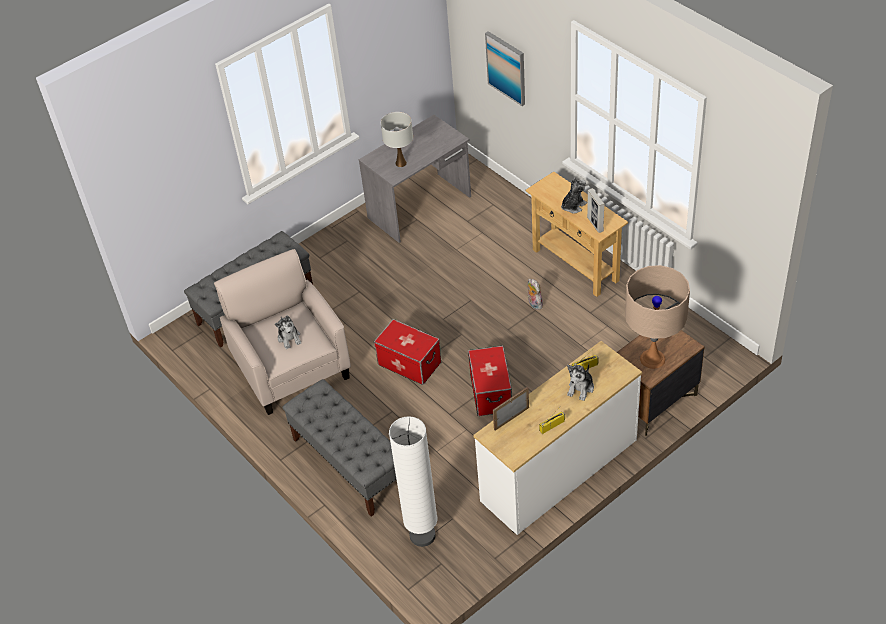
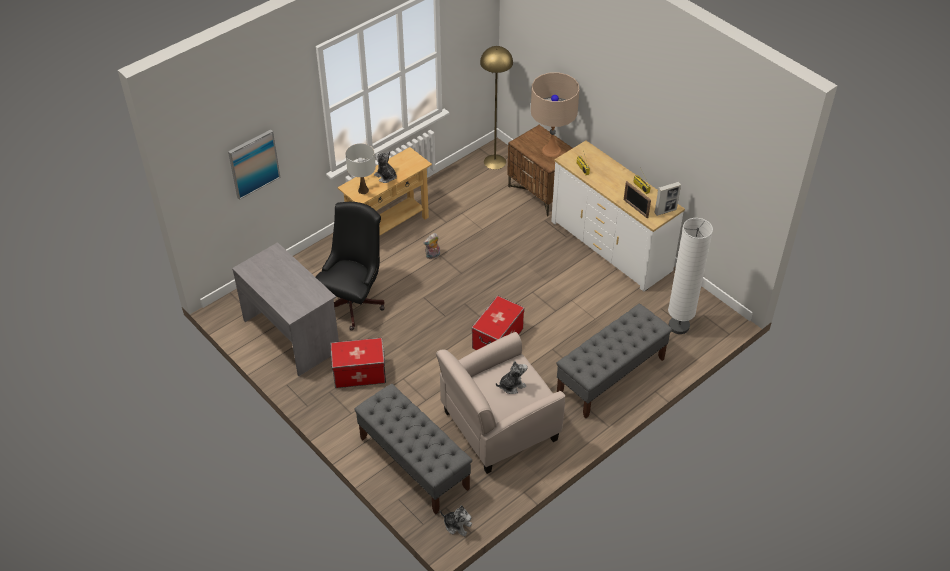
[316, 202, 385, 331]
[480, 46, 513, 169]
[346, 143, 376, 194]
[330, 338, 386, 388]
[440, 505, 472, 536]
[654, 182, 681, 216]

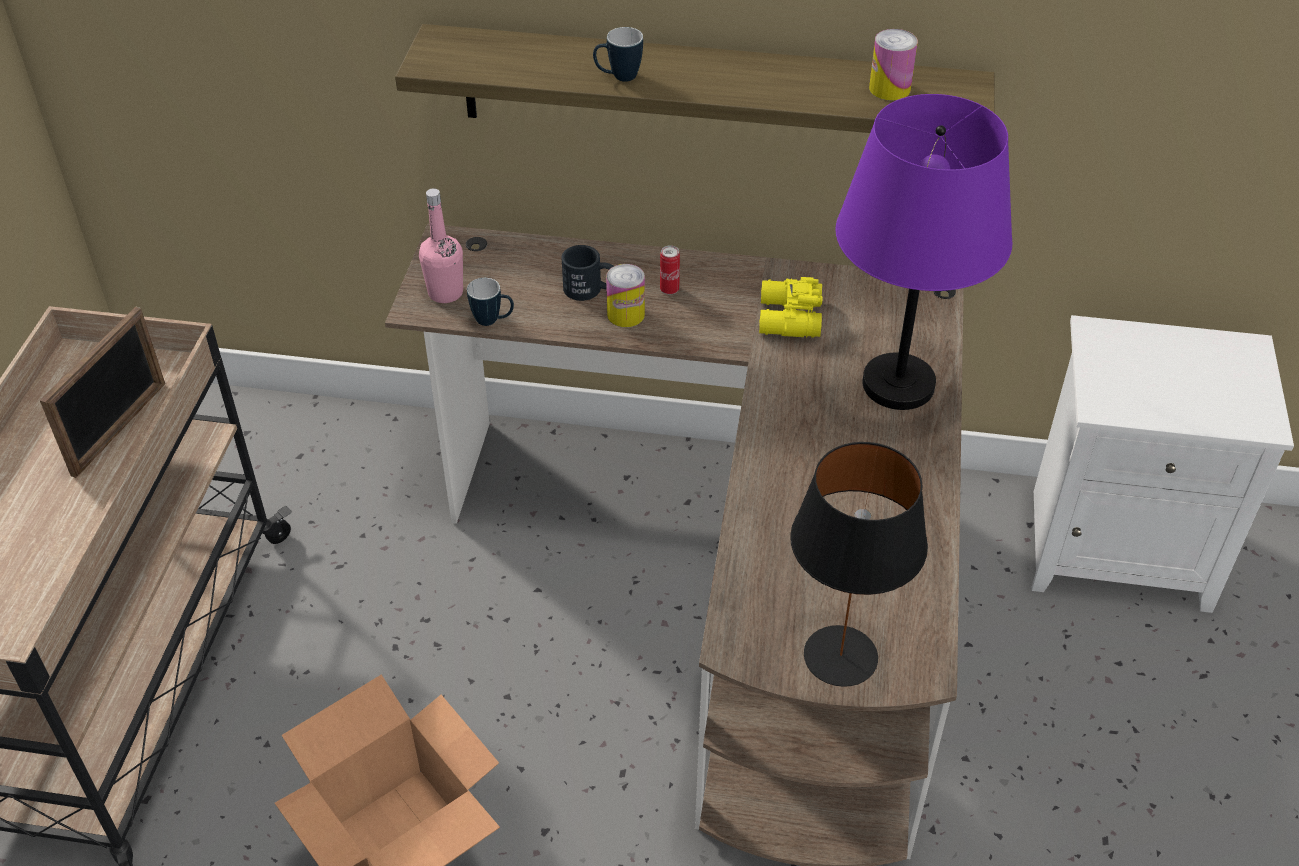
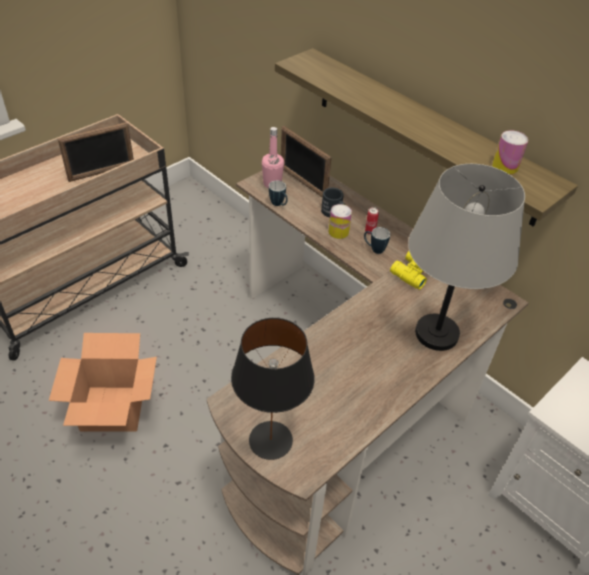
[281, 126, 331, 198]
[364, 227, 390, 254]
[408, 164, 525, 351]

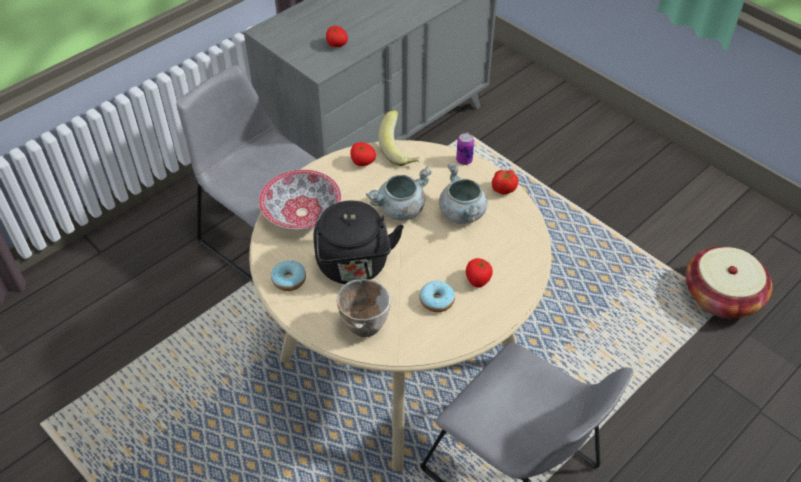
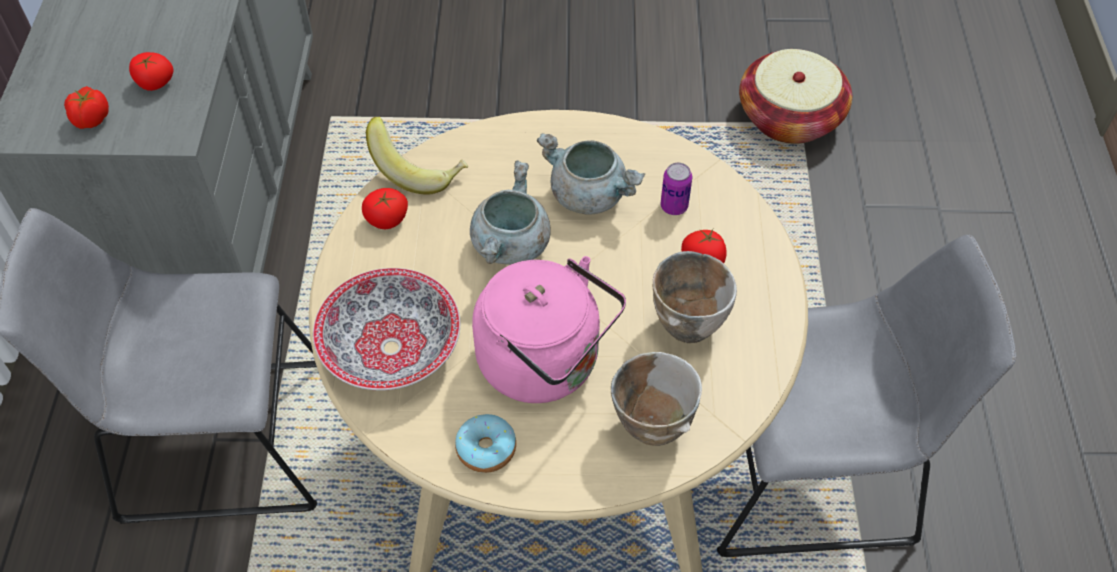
[661, 163, 692, 215]
[64, 86, 109, 129]
[653, 251, 737, 343]
[472, 256, 626, 403]

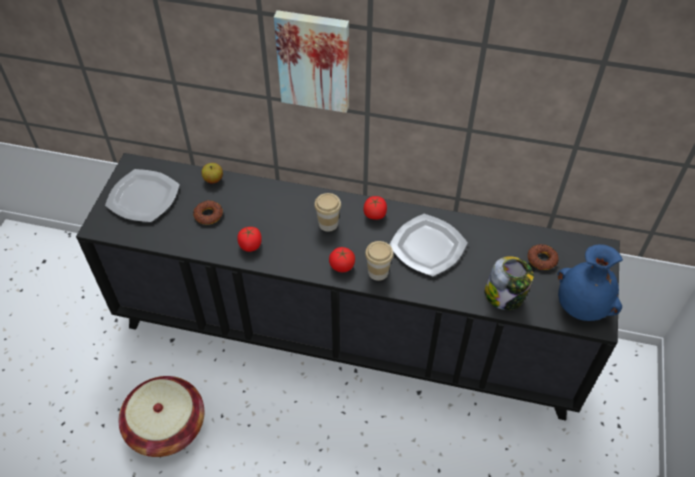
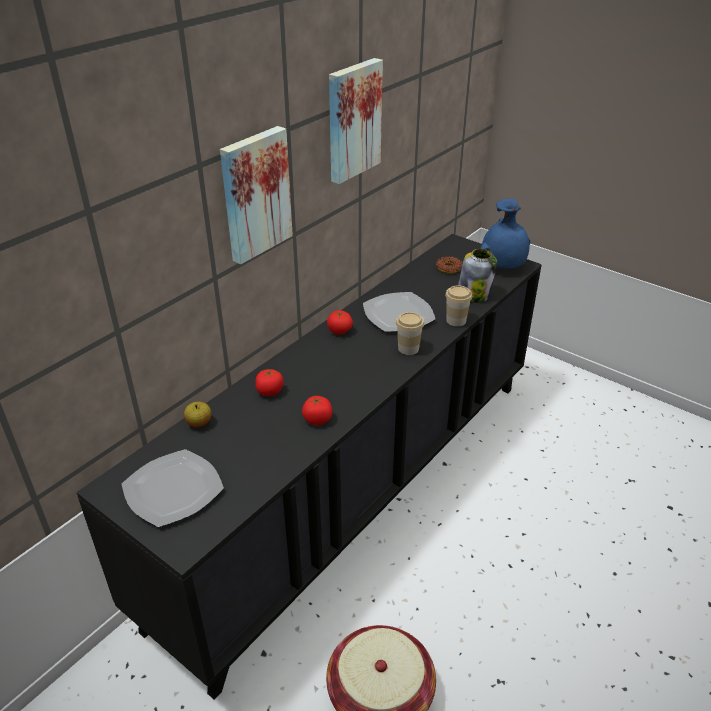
[193, 200, 223, 225] (first image)
[329, 58, 383, 184]
[445, 285, 472, 326]
[255, 369, 284, 396]

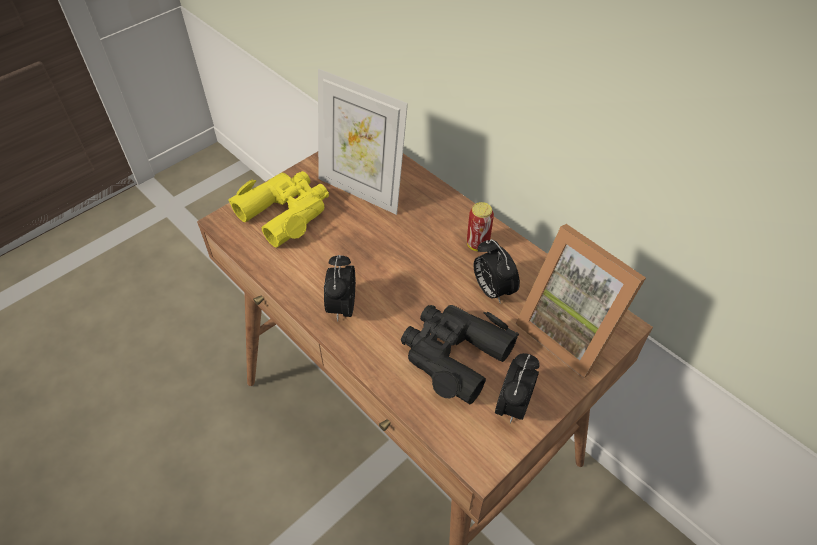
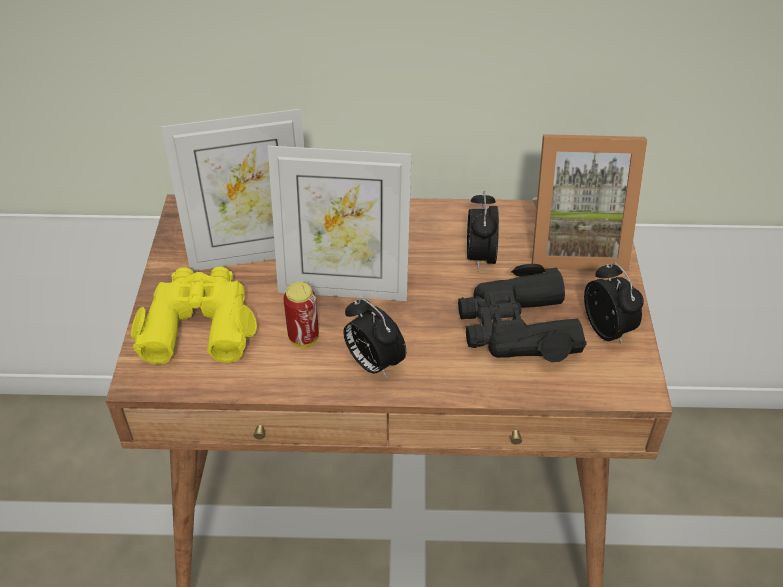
[268, 146, 411, 301]
[283, 282, 319, 347]
[467, 191, 499, 271]

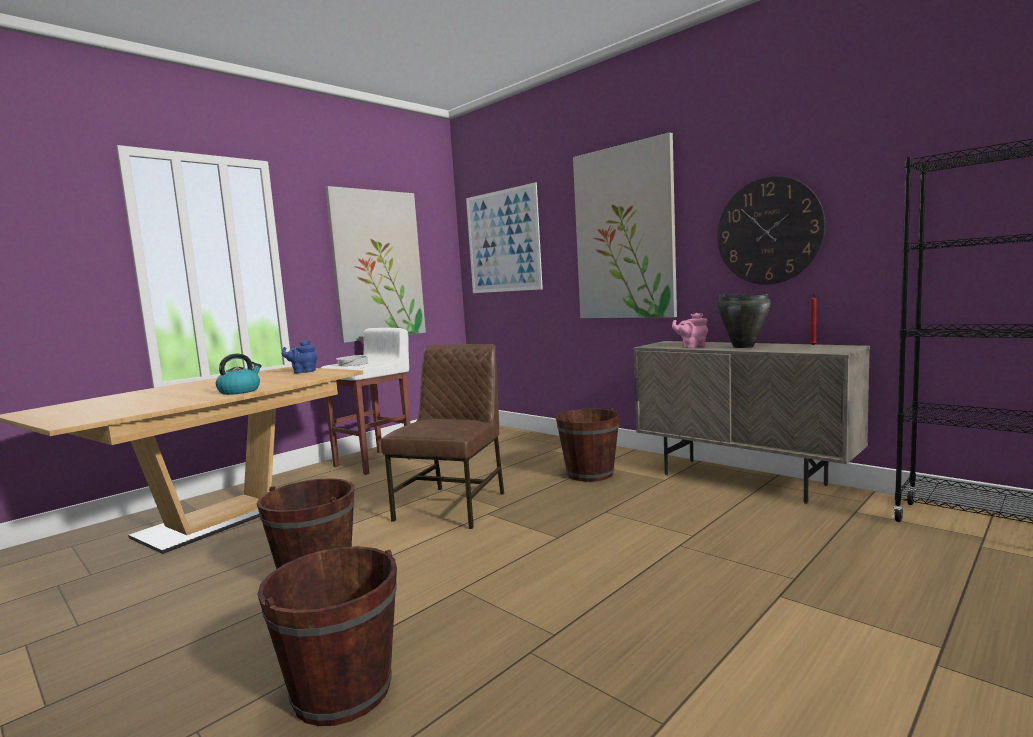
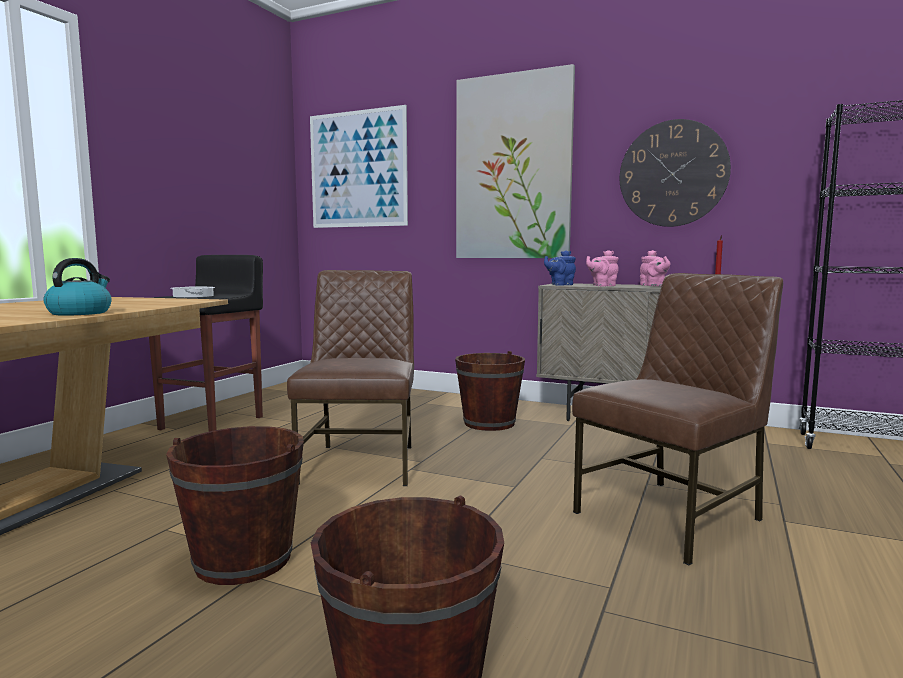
[325, 186, 426, 343] (first image)
[572, 273, 783, 566]
[544, 250, 576, 286]
[640, 250, 670, 286]
[149, 255, 263, 431]

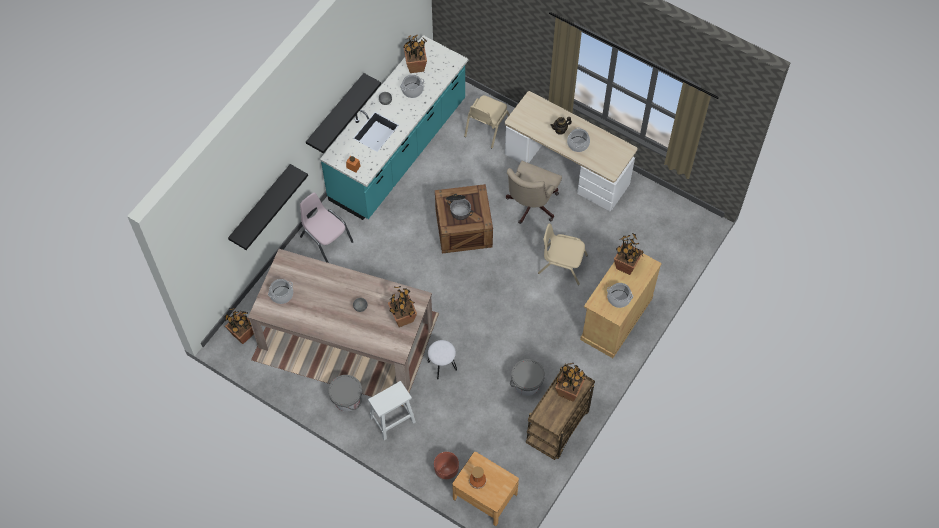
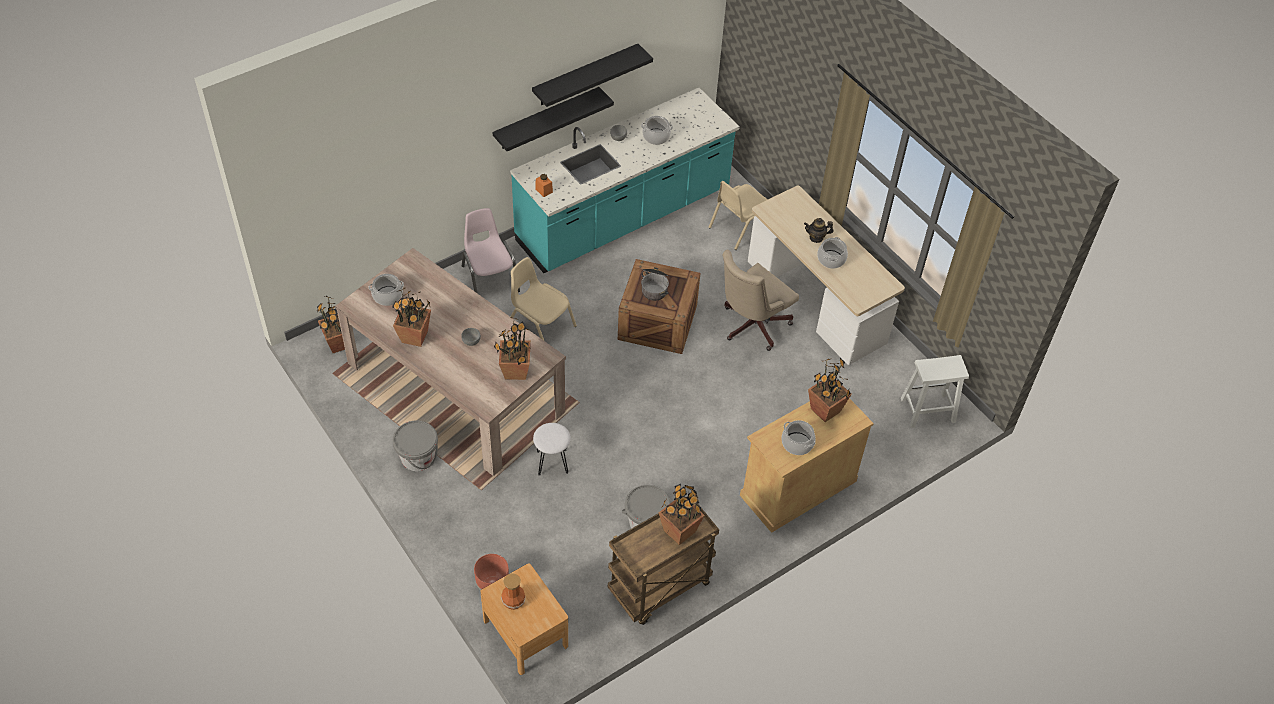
[532, 44, 653, 107]
[901, 355, 969, 428]
[392, 288, 431, 347]
[510, 257, 577, 340]

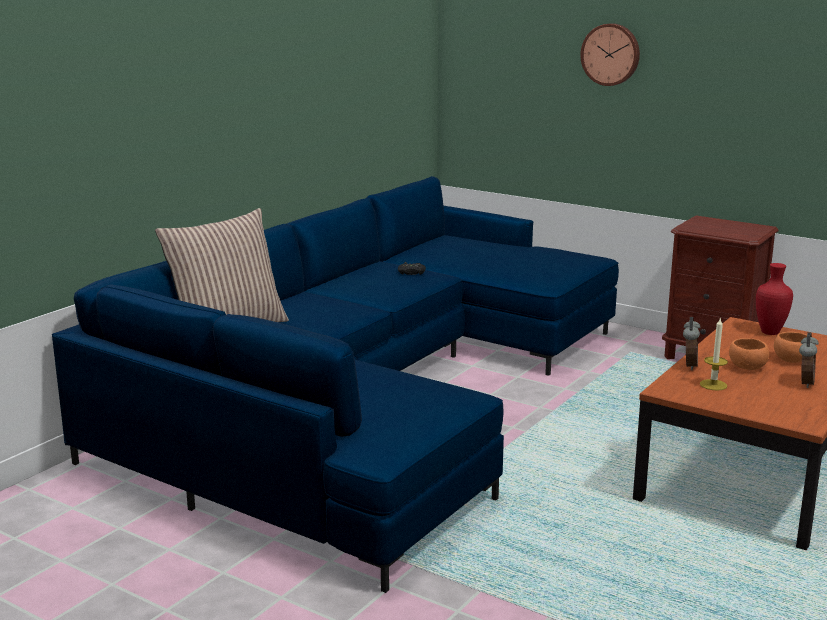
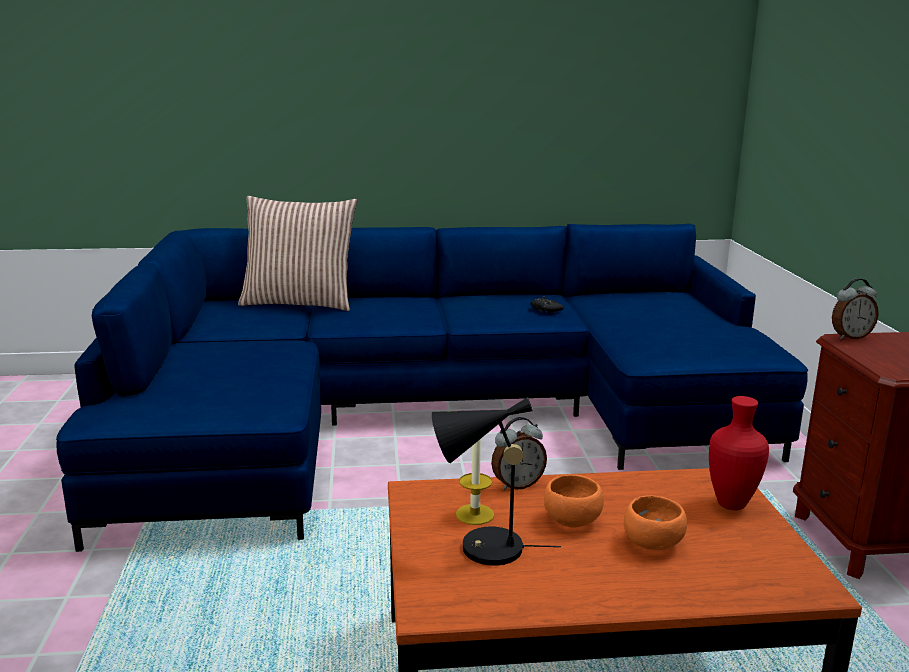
[580, 23, 640, 86] (first image)
[432, 397, 561, 566]
[832, 278, 879, 340]

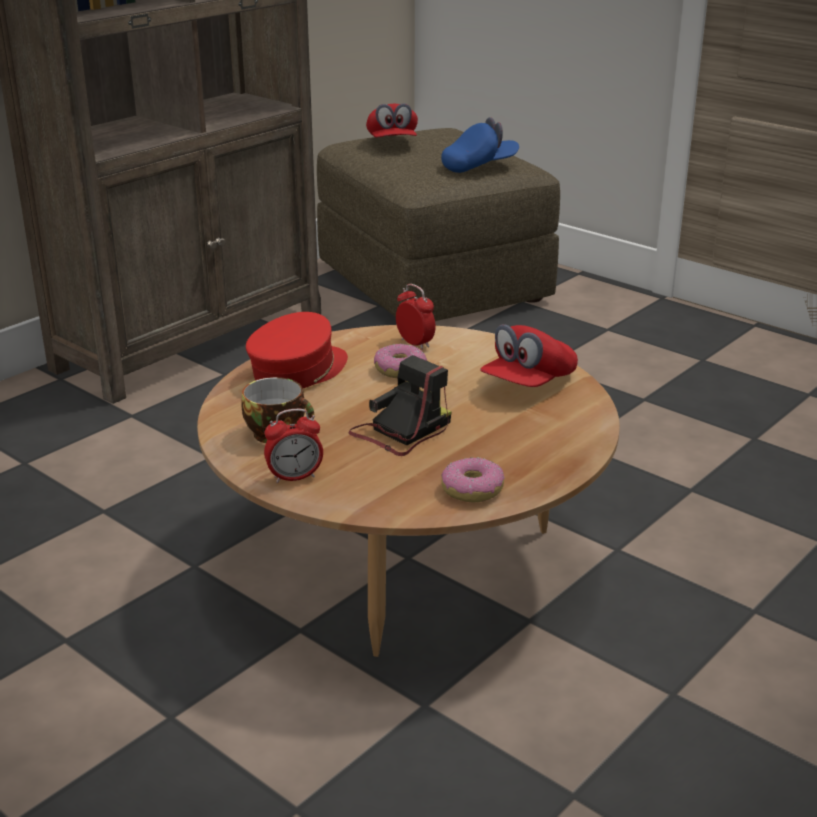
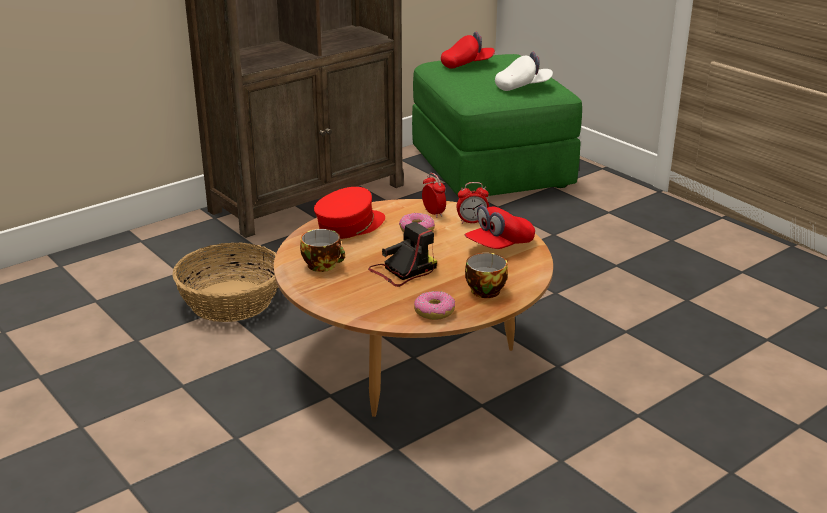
[172, 242, 278, 322]
[465, 253, 508, 298]
[456, 182, 489, 224]
[412, 54, 582, 196]
[495, 52, 553, 91]
[441, 32, 495, 69]

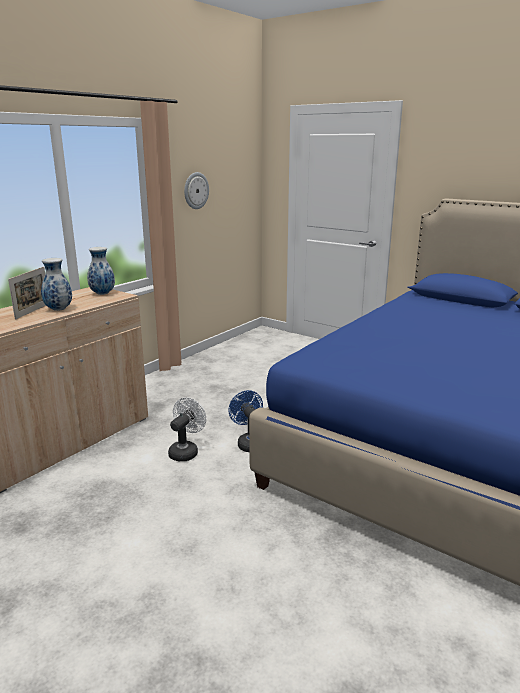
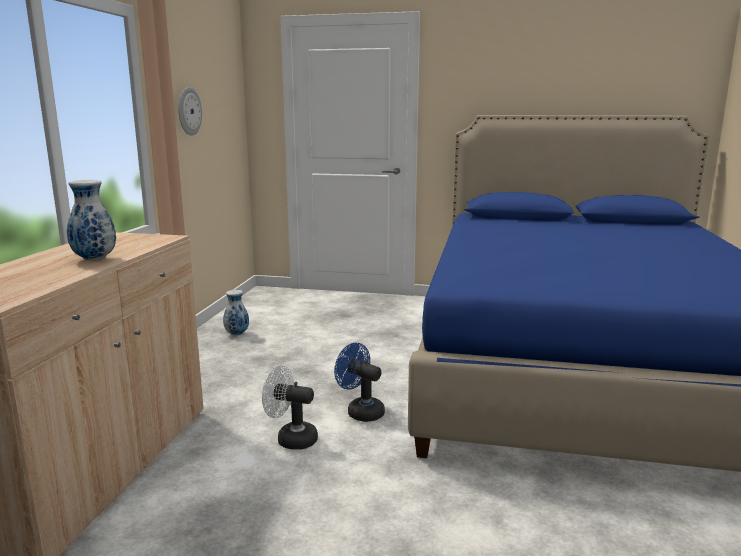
[8, 267, 46, 319] (first image)
[223, 290, 249, 335]
[262, 365, 318, 450]

